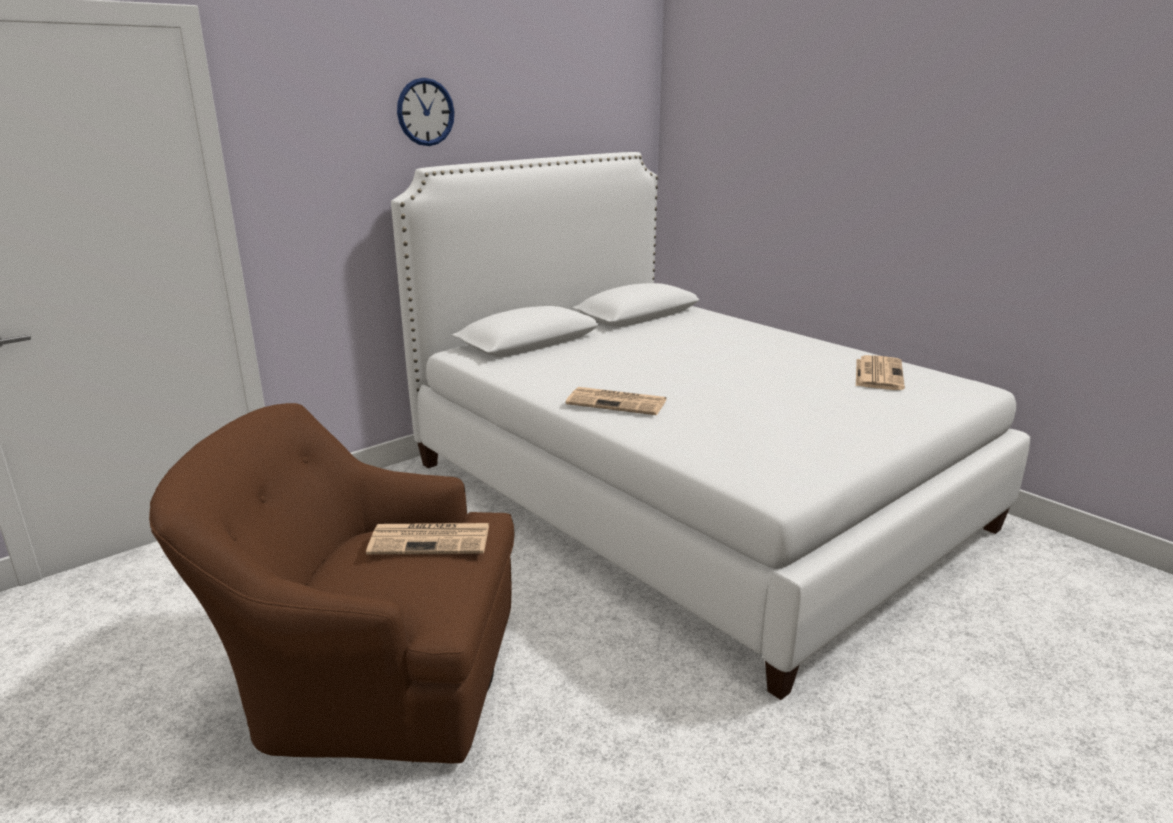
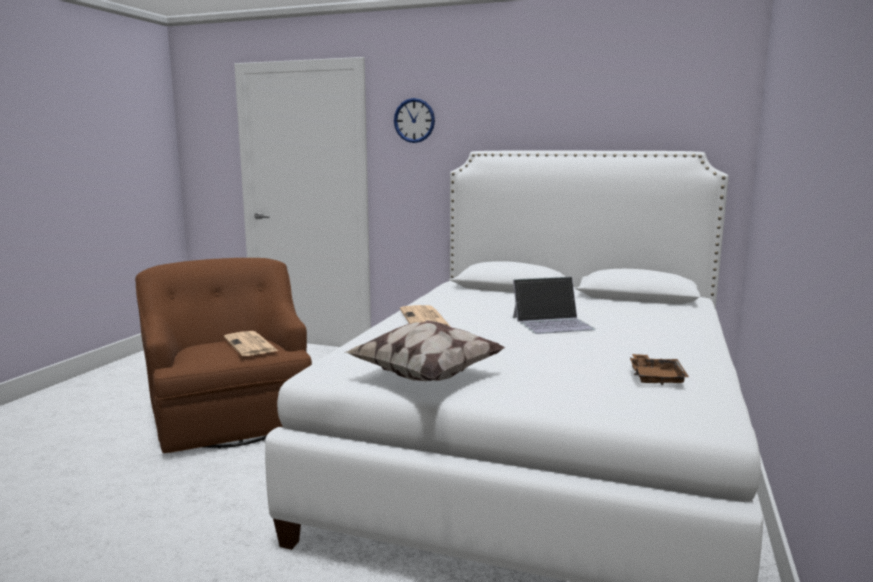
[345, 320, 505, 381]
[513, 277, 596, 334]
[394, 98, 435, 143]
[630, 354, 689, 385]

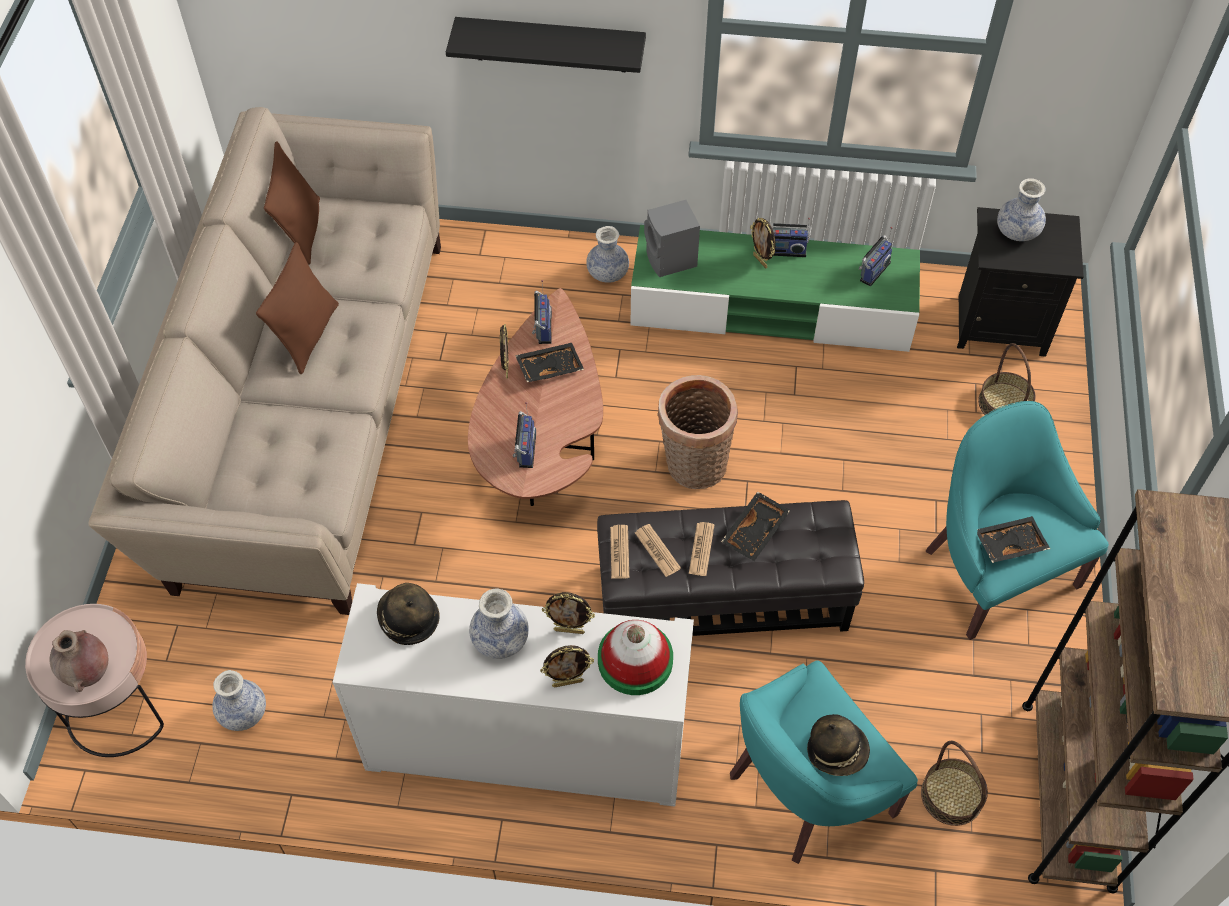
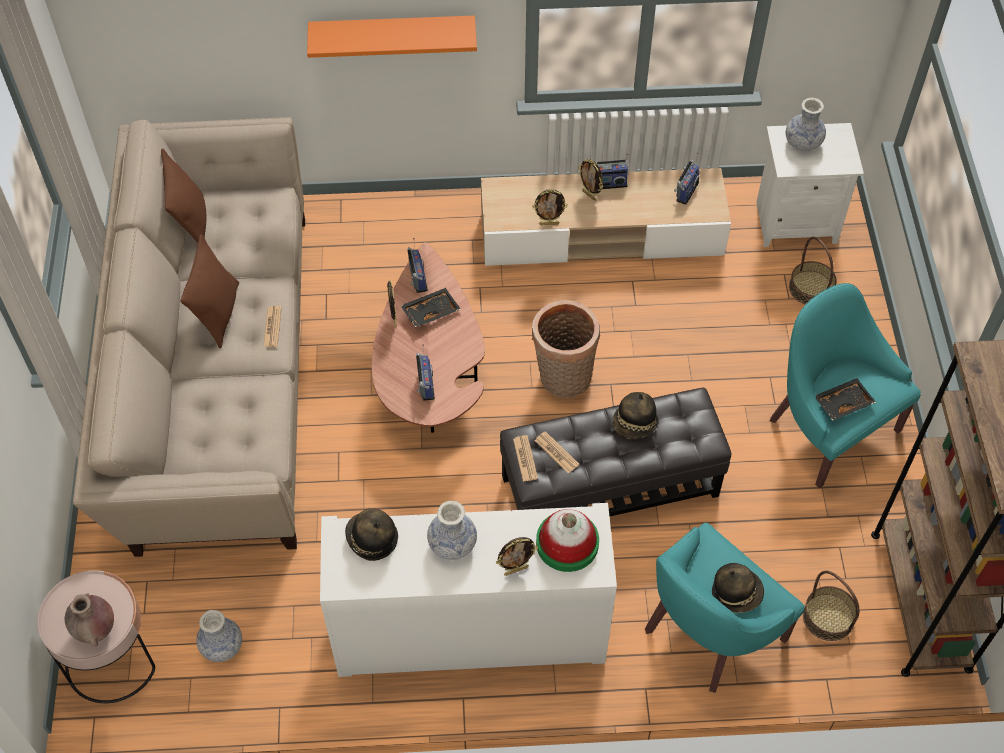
[586, 226, 629, 283] (first image)
[644, 200, 700, 277] (first image)
[532, 189, 568, 225]
[263, 306, 282, 347]
[613, 392, 658, 439]
[307, 16, 477, 58]
[481, 168, 731, 266]
[756, 123, 864, 247]

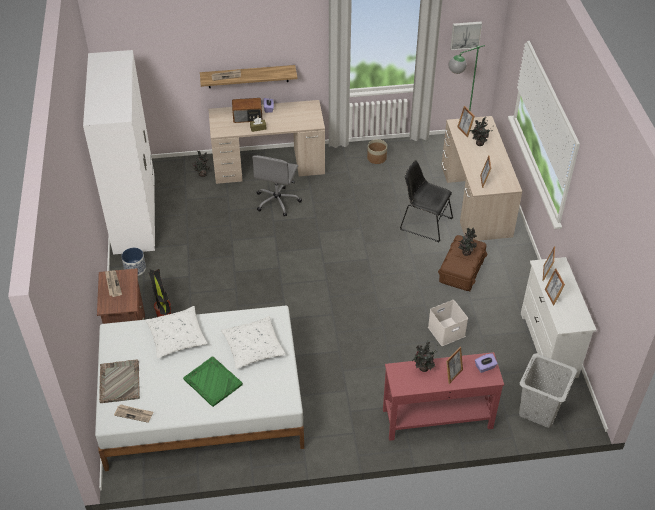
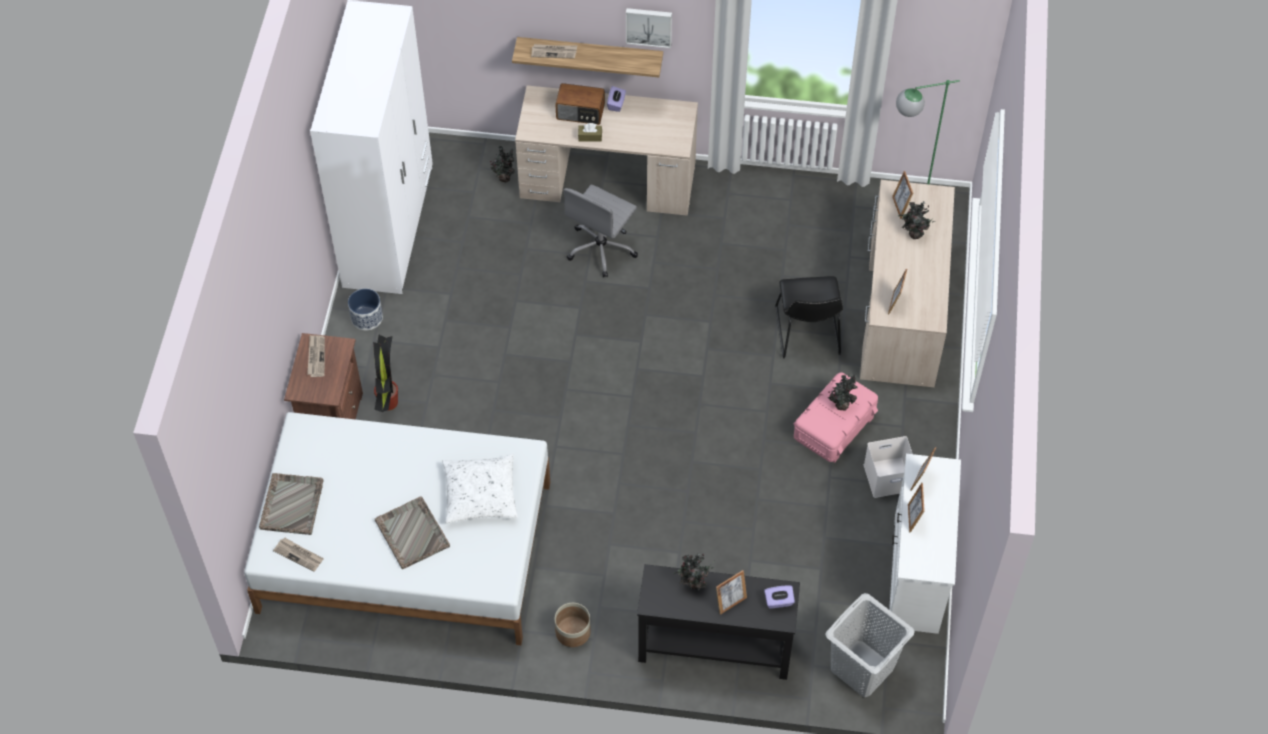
[145, 306, 208, 358] (first image)
[555, 603, 591, 647]
[864, 436, 913, 498]
[626, 8, 672, 48]
[374, 497, 450, 569]
[637, 564, 800, 680]
[794, 372, 878, 463]
[775, 276, 843, 358]

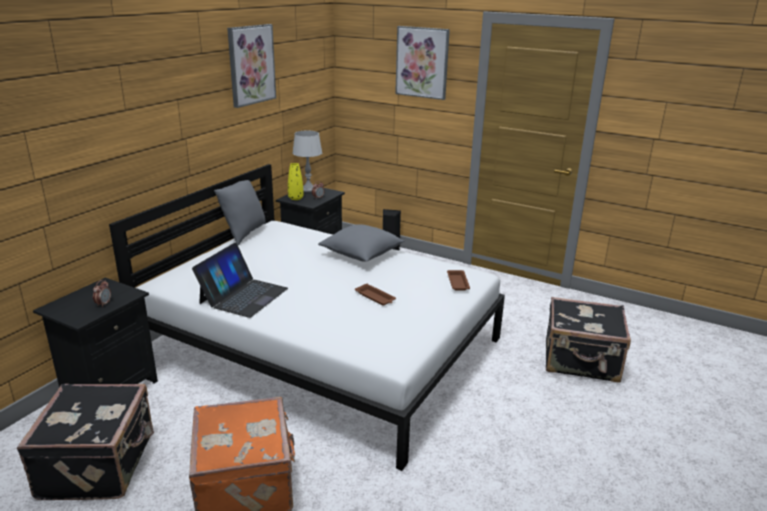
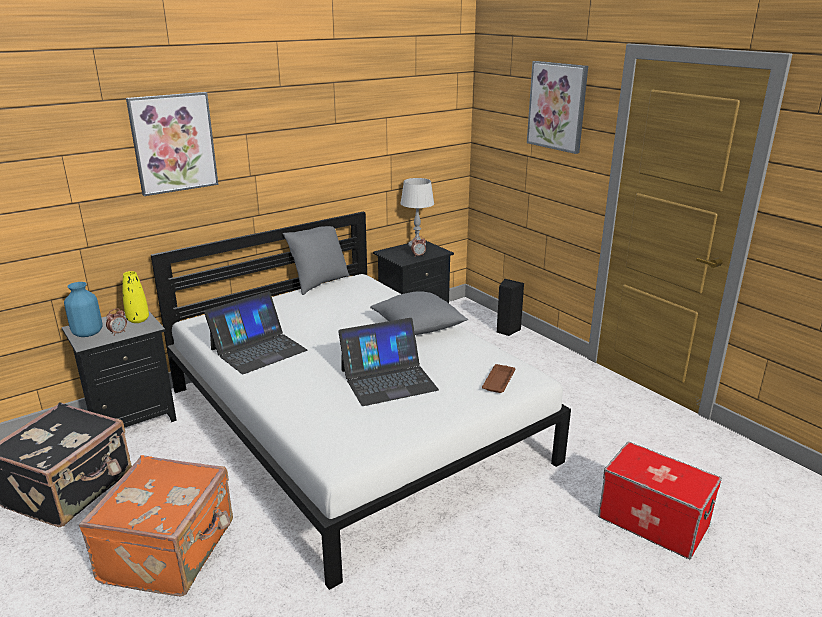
[64, 282, 103, 337]
[126, 92, 218, 196]
[123, 271, 149, 323]
[338, 318, 439, 406]
[598, 442, 722, 559]

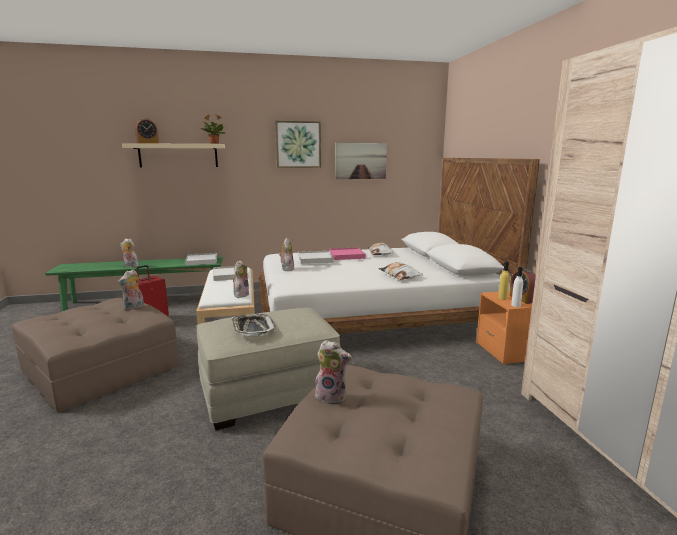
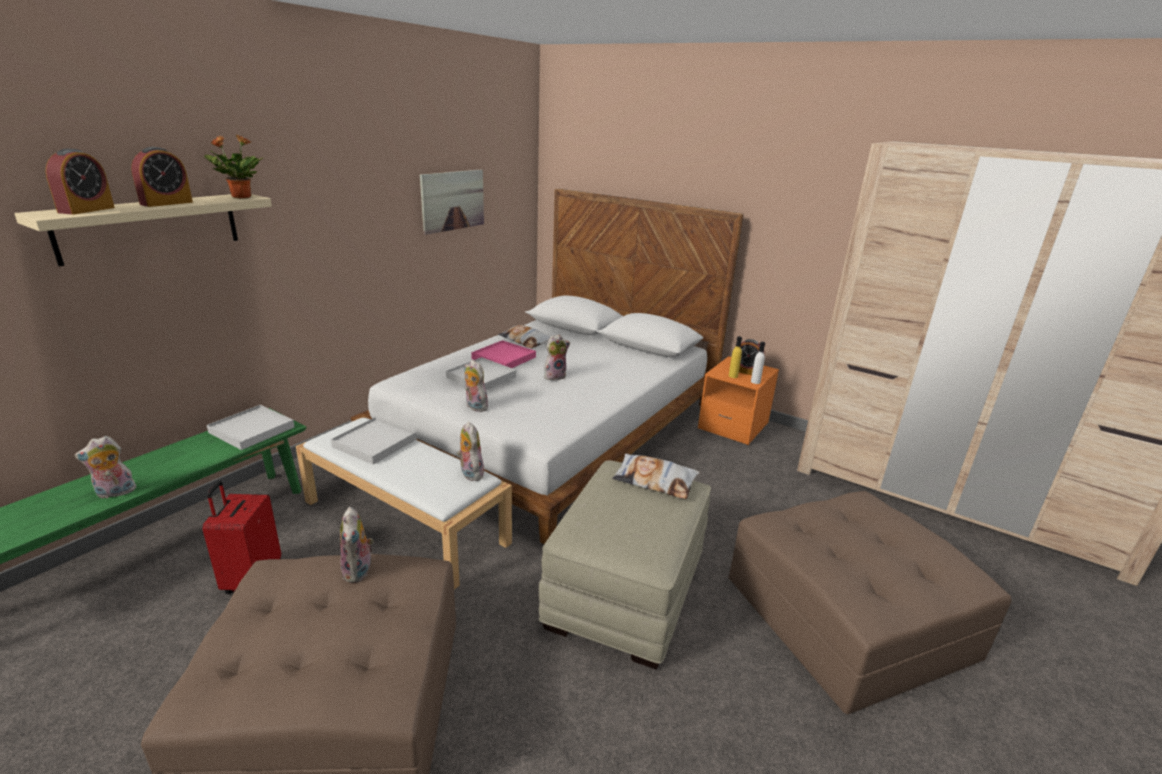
[231, 314, 276, 336] (first image)
[275, 121, 321, 168] (first image)
[131, 147, 193, 207]
[544, 335, 570, 380]
[612, 453, 700, 499]

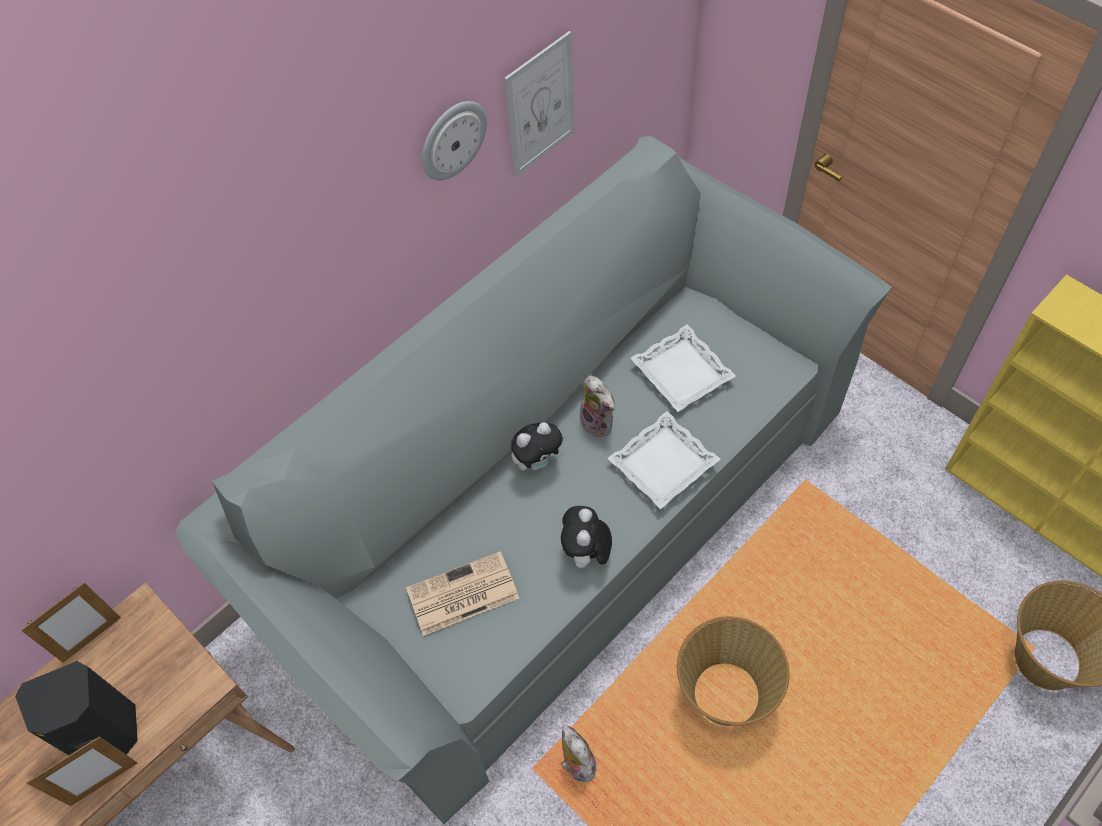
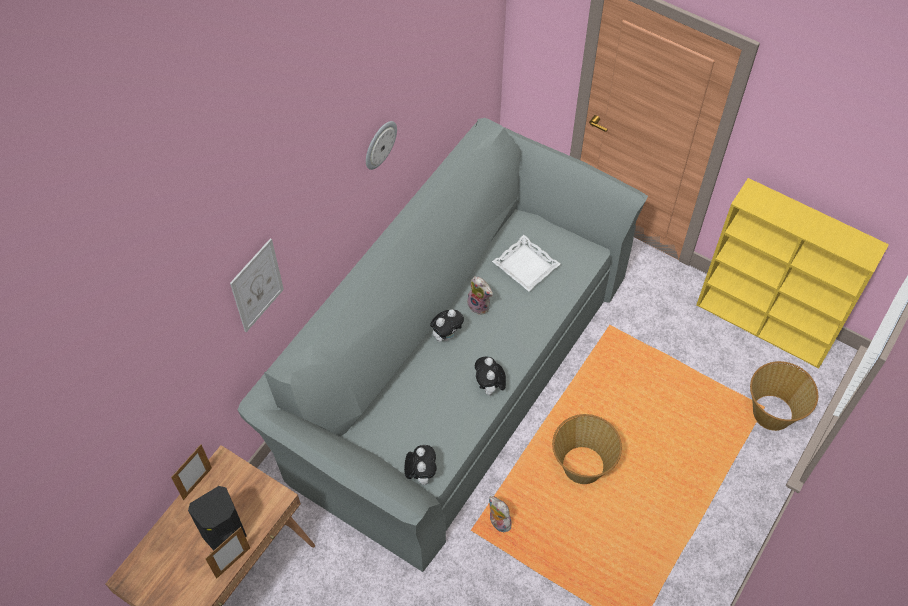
[406, 551, 519, 636] (first image)
[607, 411, 721, 509] (first image)
[404, 445, 437, 485]
[230, 238, 284, 332]

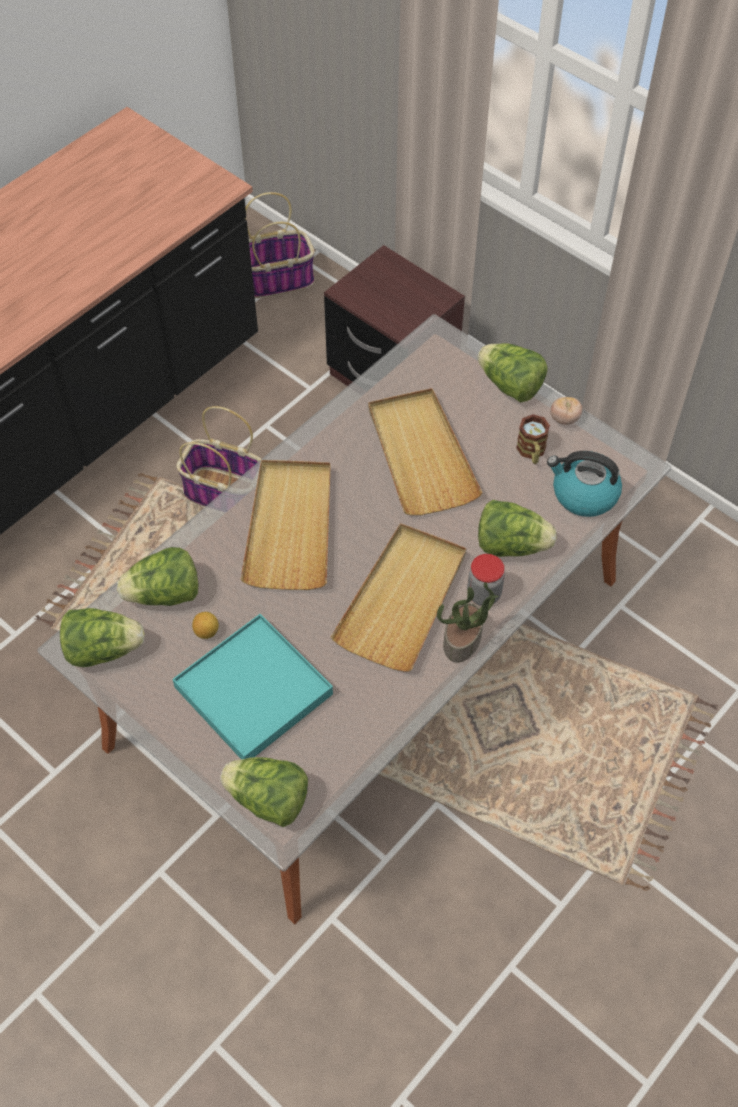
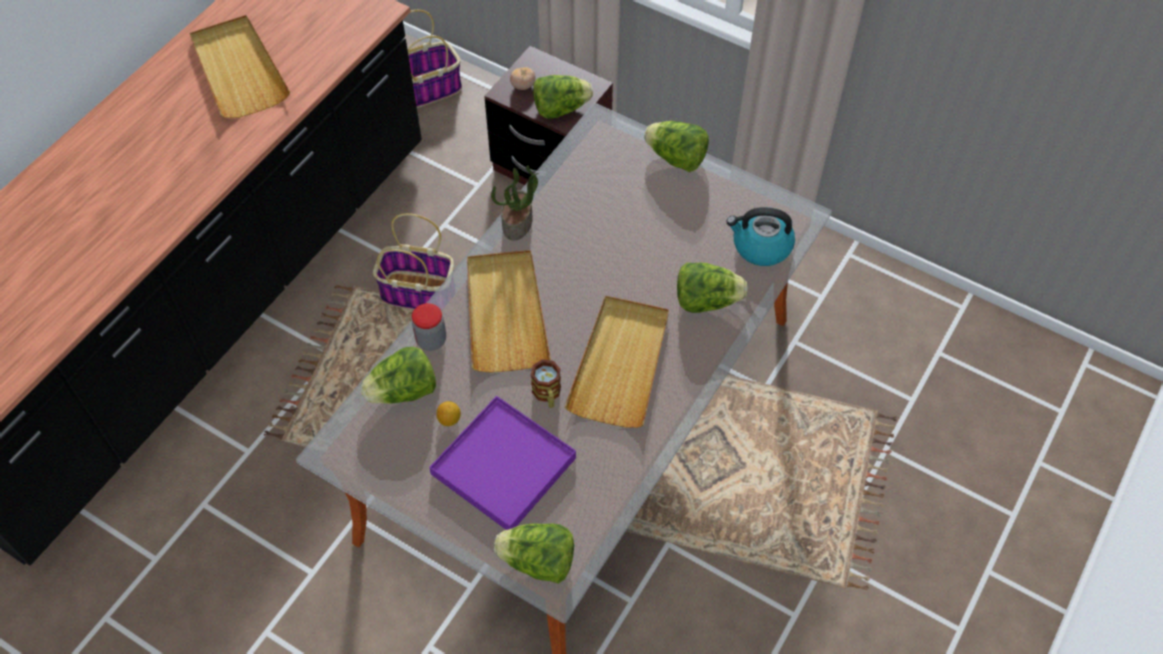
[533, 75, 593, 119]
[190, 15, 290, 118]
[491, 165, 539, 240]
[412, 303, 446, 351]
[531, 359, 561, 408]
[510, 67, 535, 90]
[429, 396, 576, 530]

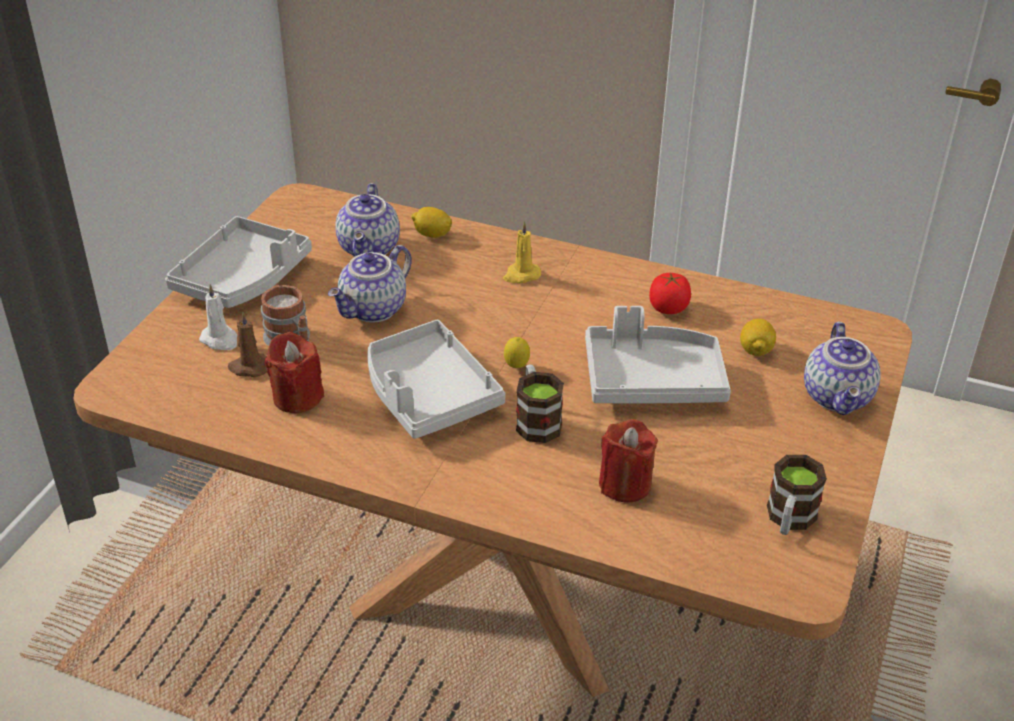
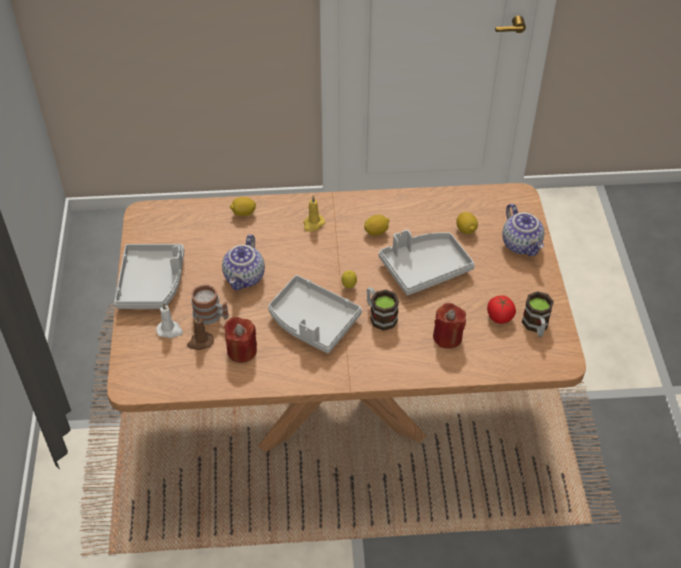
[335, 183, 400, 257] (first image)
[364, 215, 389, 236]
[487, 296, 516, 324]

